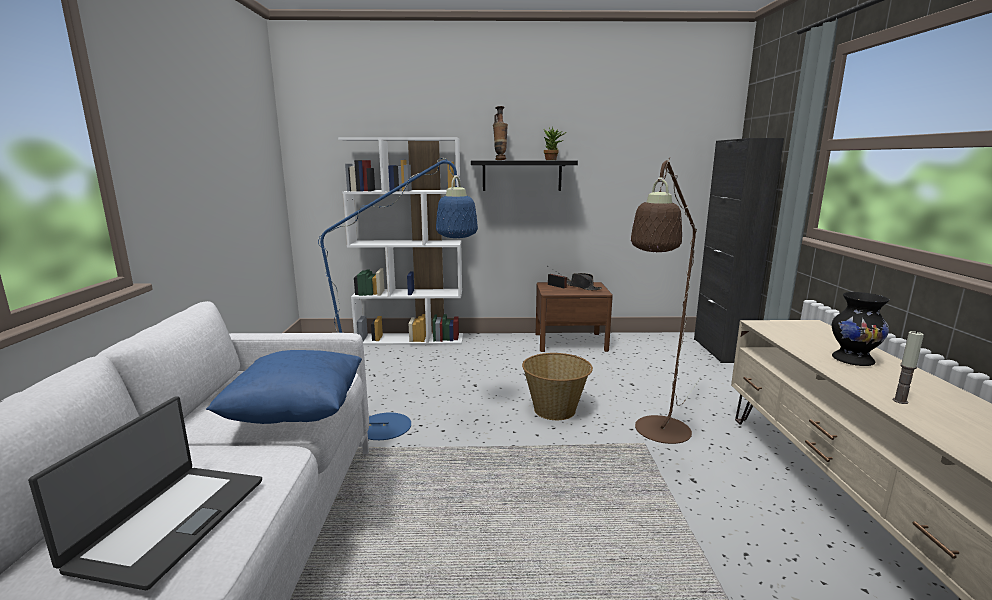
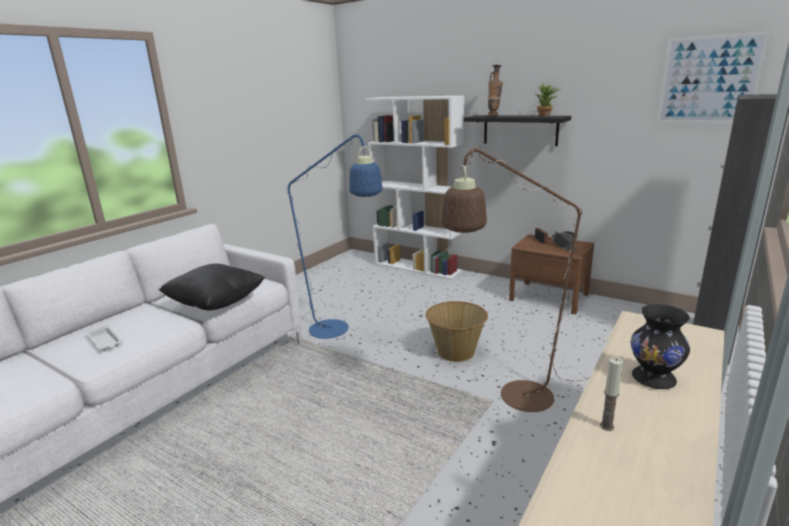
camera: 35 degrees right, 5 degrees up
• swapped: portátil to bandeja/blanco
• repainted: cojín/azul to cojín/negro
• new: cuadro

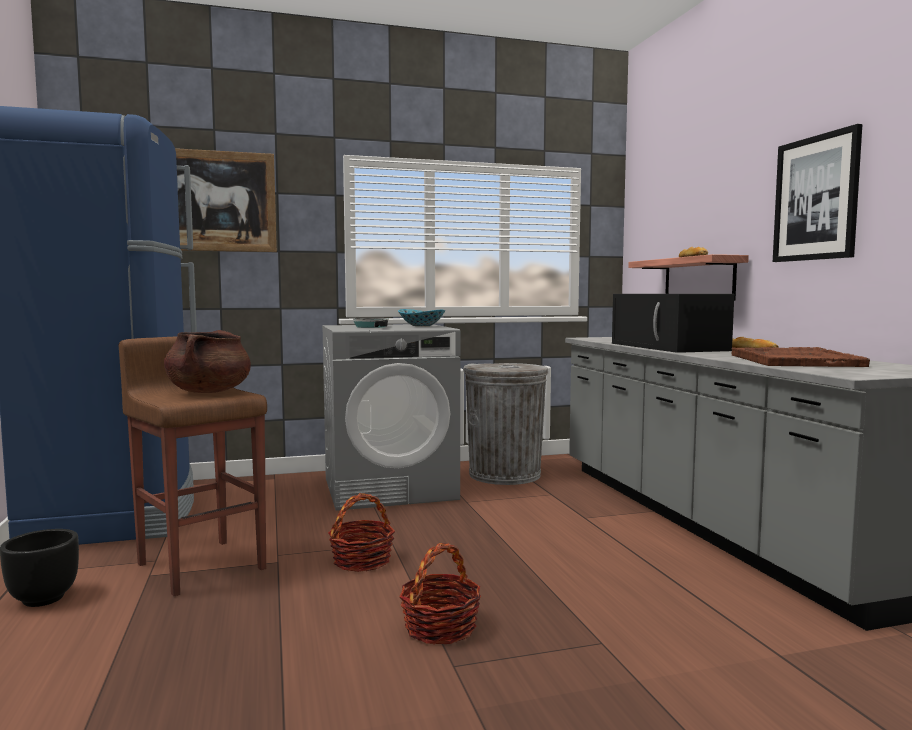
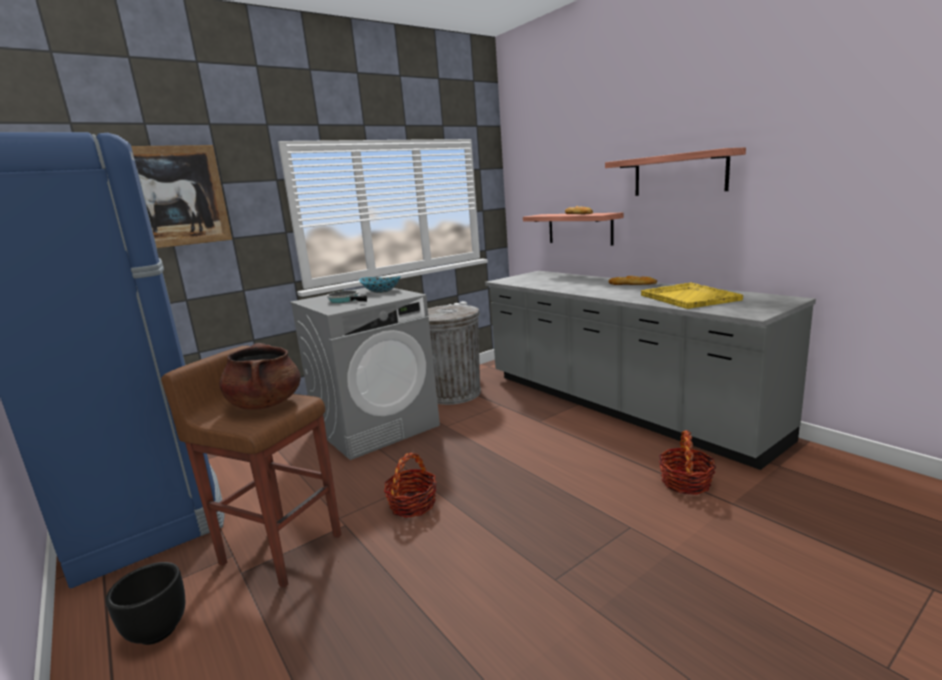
camera: 20 degrees left, 10 degrees up
• shifted: cesta (no. 2 from left)
• gone: microondas/negro
• repainted: bandeja/marrón to bandeja/amarillo
• swapped: cuadro (no. 2 from left) to estante (no. 2 from left)

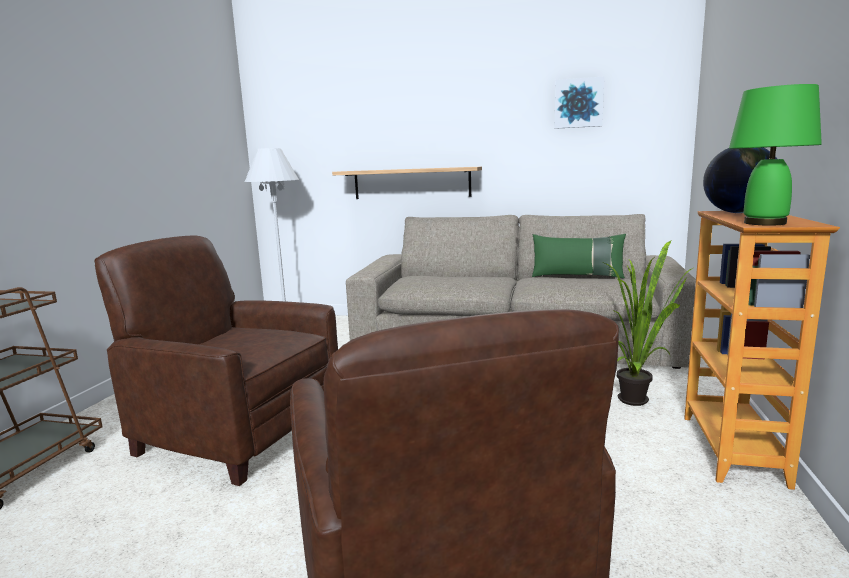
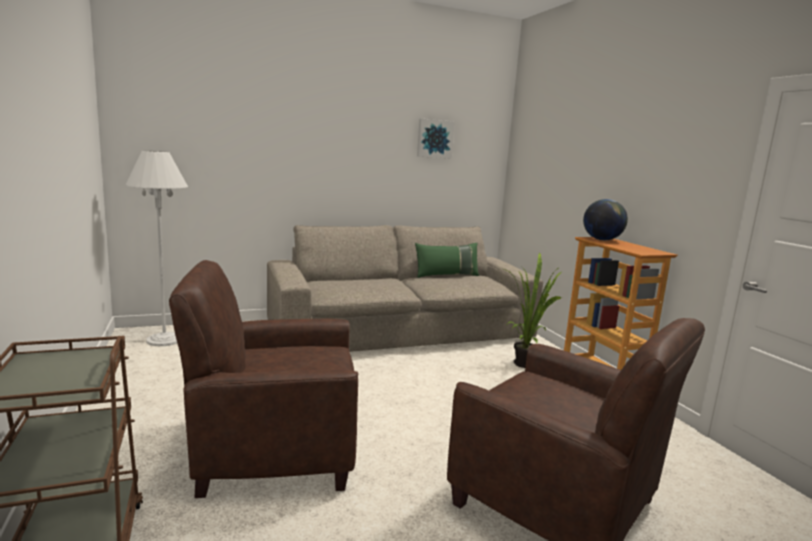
camera: 35 degrees left, 0 degrees up
• gone: estante
• gone: lámpara de mesa/verde

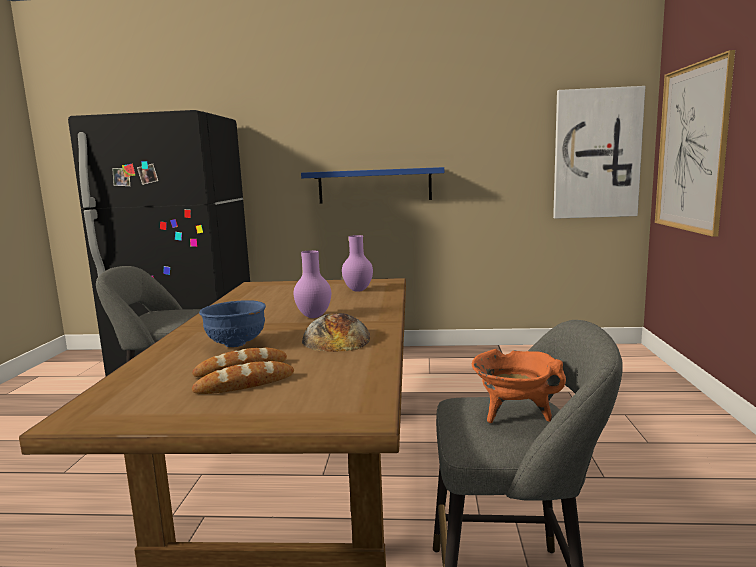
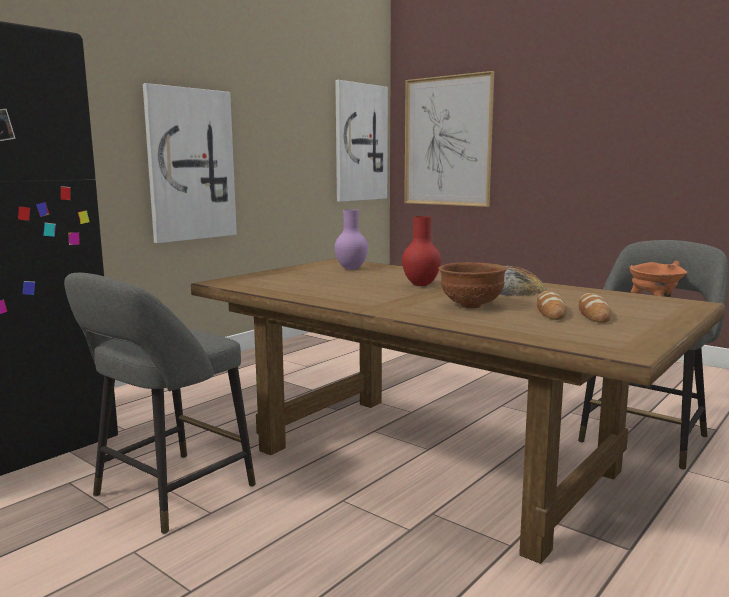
camera: 55 degrees left, 0 degrees up
• repainted: cuenco/azul to cuenco/marrón
• repainted: florero/morado (no. 1 from left) to florero/rojo
• swapped: estante/azul to cuadro (no. 1 from left)

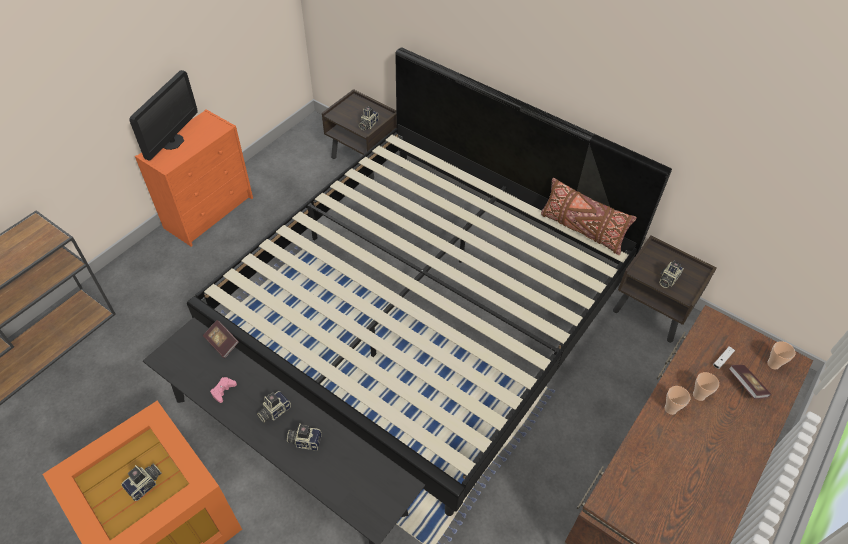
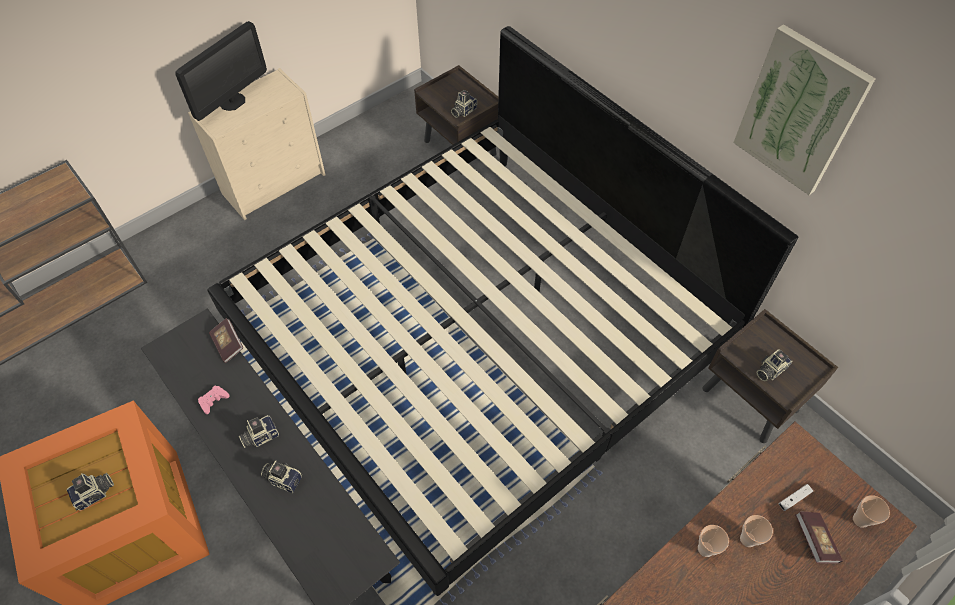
camera: 15 degrees right, 5 degrees up
• repainted: cómoda/naranja to cómoda/beis
• gone: cojín/marrón
• new: cuadro

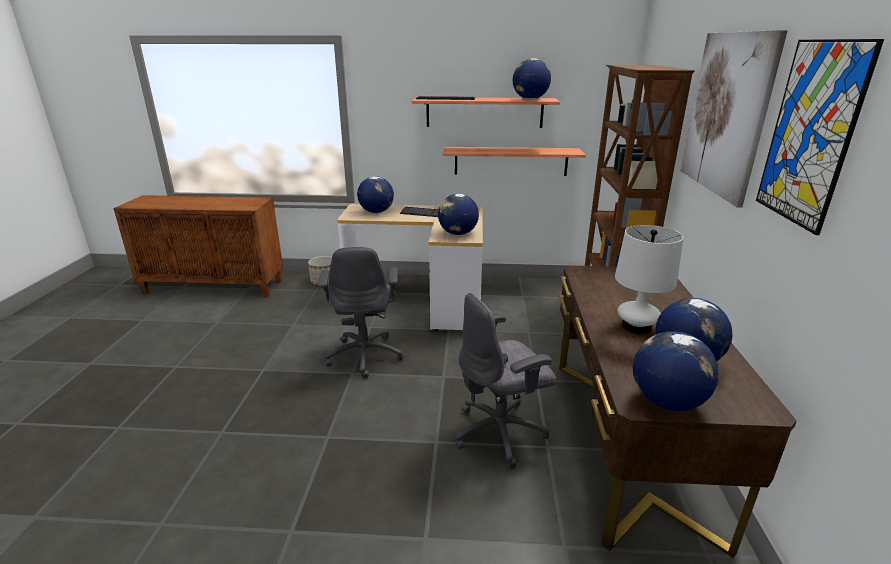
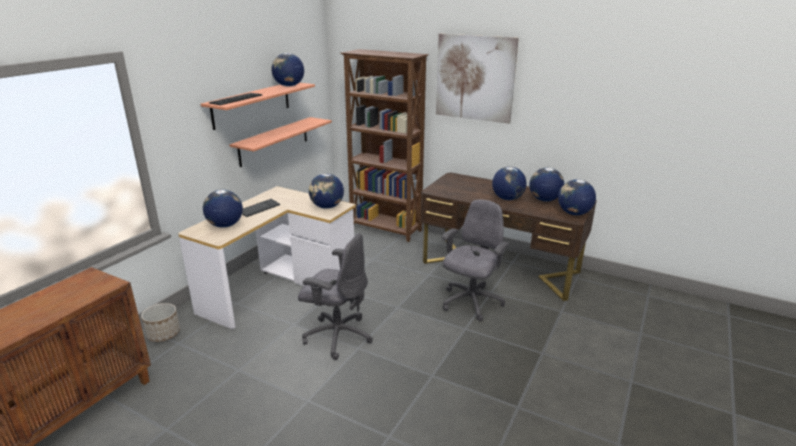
camera: 65 degrees left, 0 degrees up
• rotated: silla de oficina/gris (no. 2 from left) 150 degrees counterclockwise
• swapped: lámpara de mesa/blanco to globo terráqueo (no. 4 from left)
• gone: cuadro (no. 2 from left)

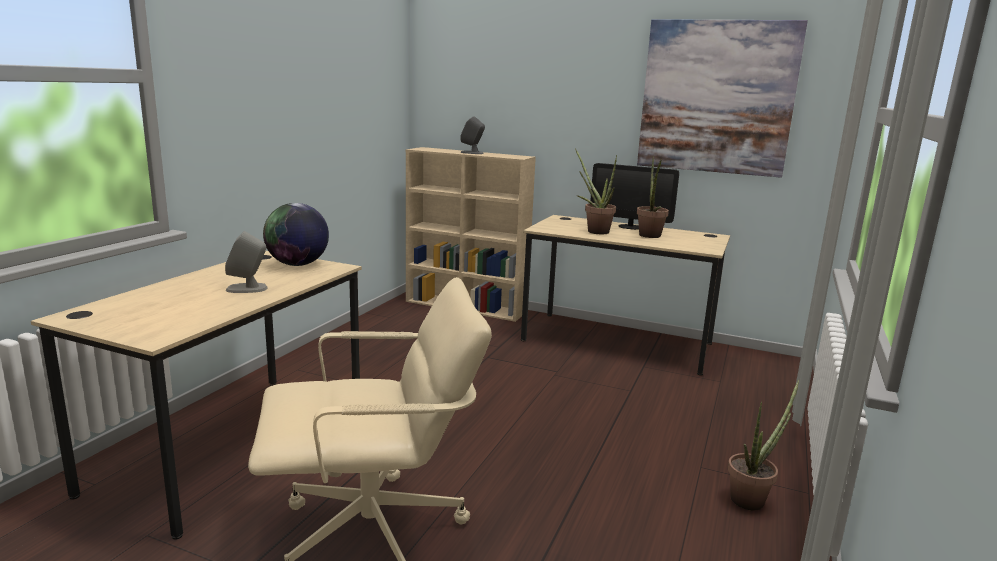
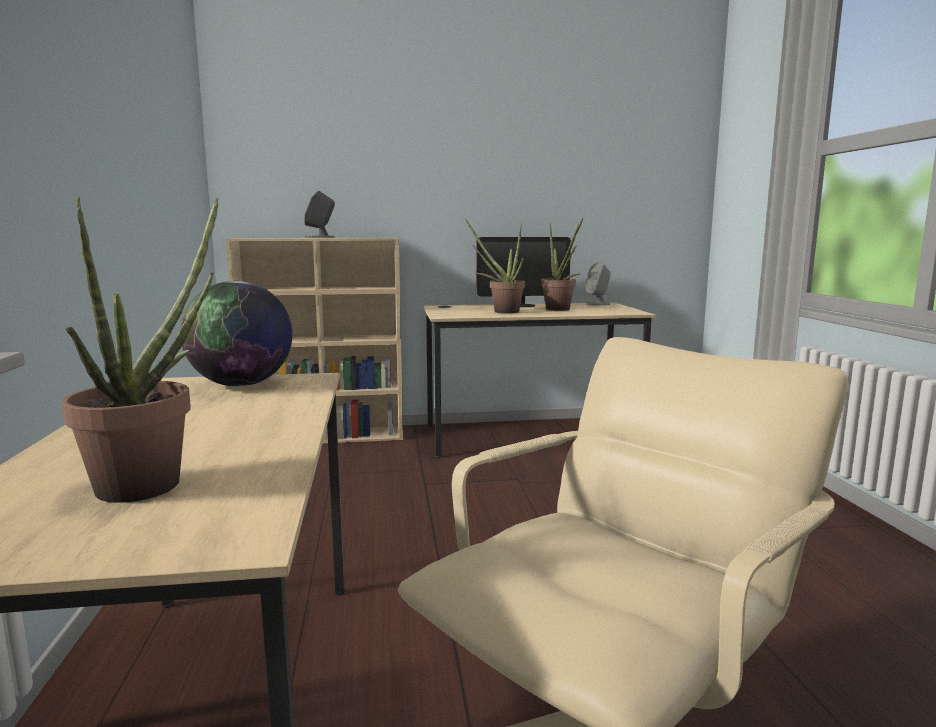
camera: 30 degrees left, 5 degrees down
• shifted: altavoz/gris (no. 1 from left in the first image) to altavoz/gris (no. 2 from left)
• gone: cuadro
• shifted: planta en maceta (no. 3 from left in the first image) to planta en maceta (no. 1 from left)

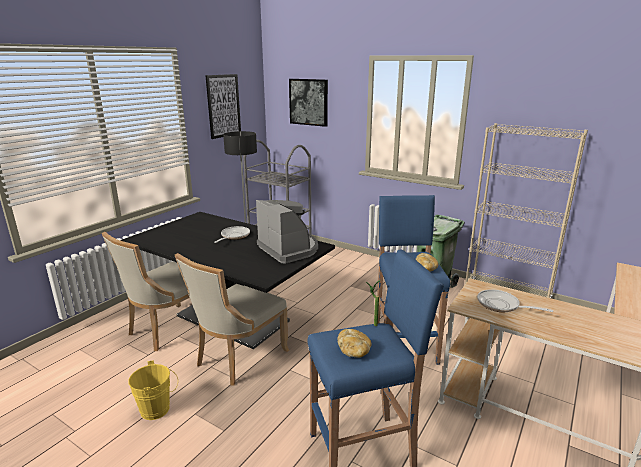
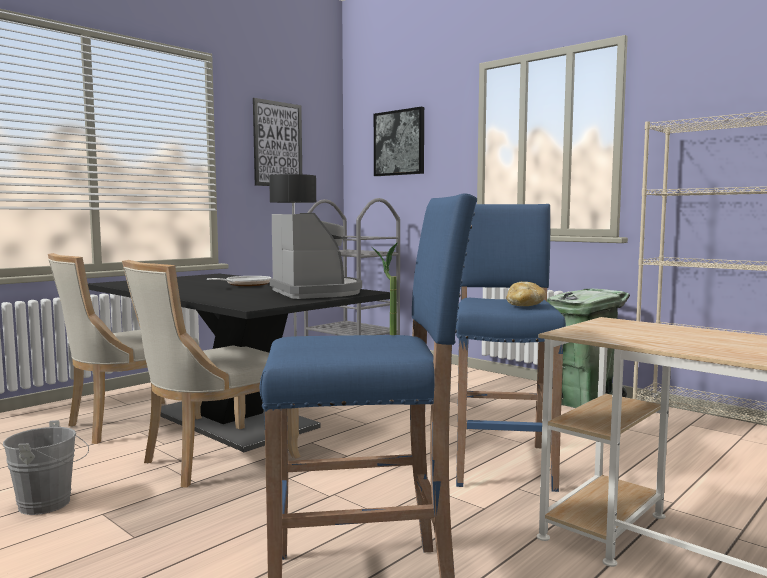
camera: 10 degrees right, 15 degrees down
• repainted: cubo/amarillo to cubo/gris
• gone: pan (no. 1 from left)
• gone: sartén (no. 2 from left)

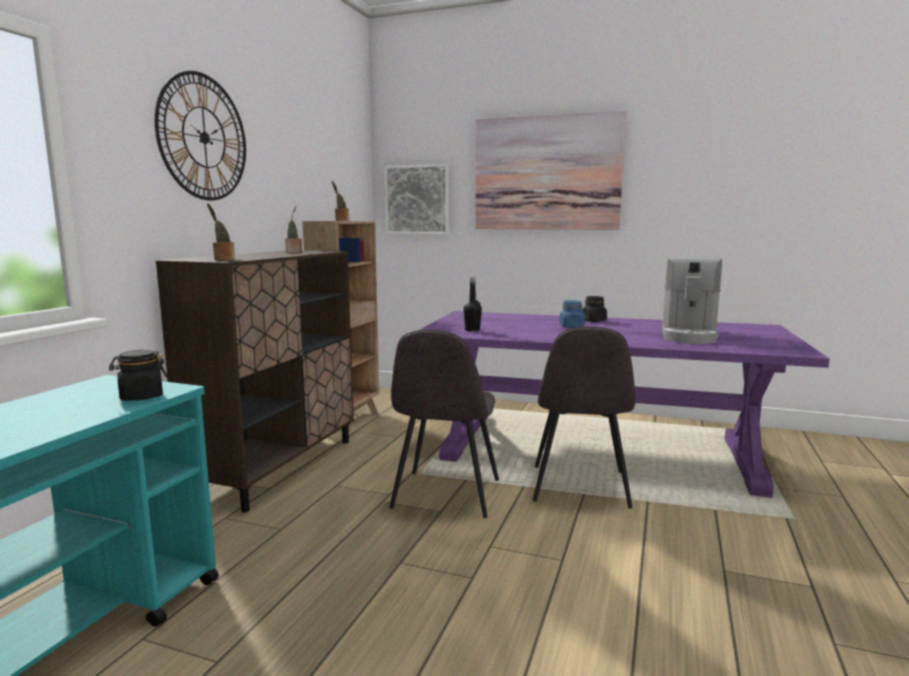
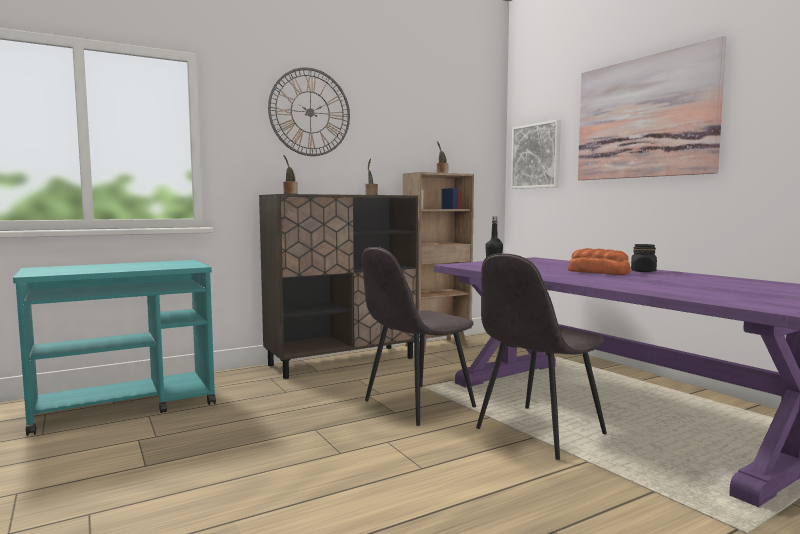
camera: 40 degrees right, 5 degrees down
• gone: tarro/negro (no. 1 from left)
• swapped: tarro/azul to pan
• gone: cafetera

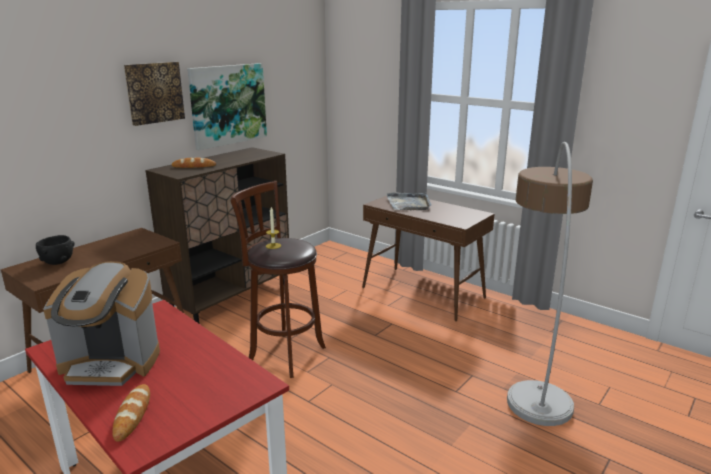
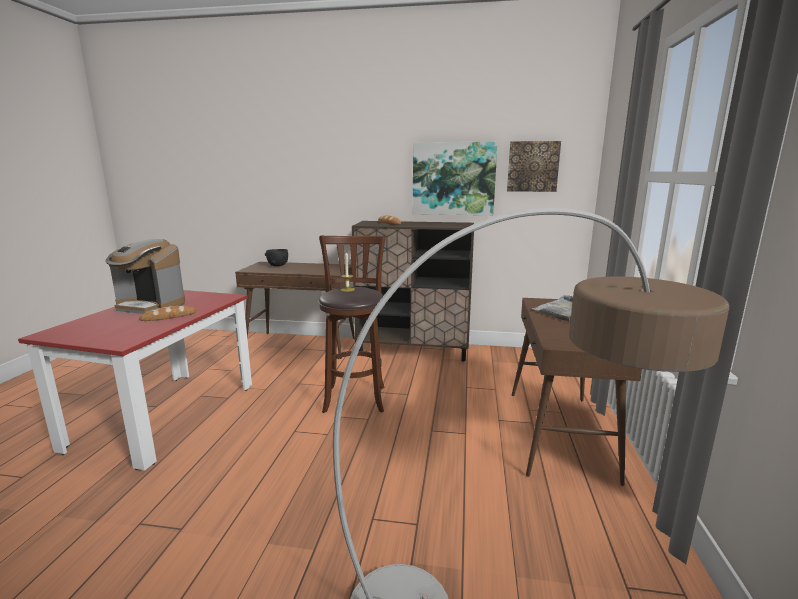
camera: 60 degrees right, 5 degrees down
• rotated: cafetera 45 degrees counterclockwise
• shifted: pan (no. 1 from left)
• shifted: cuadro (no. 1 from left in the first image) to cuadro (no. 2 from left)

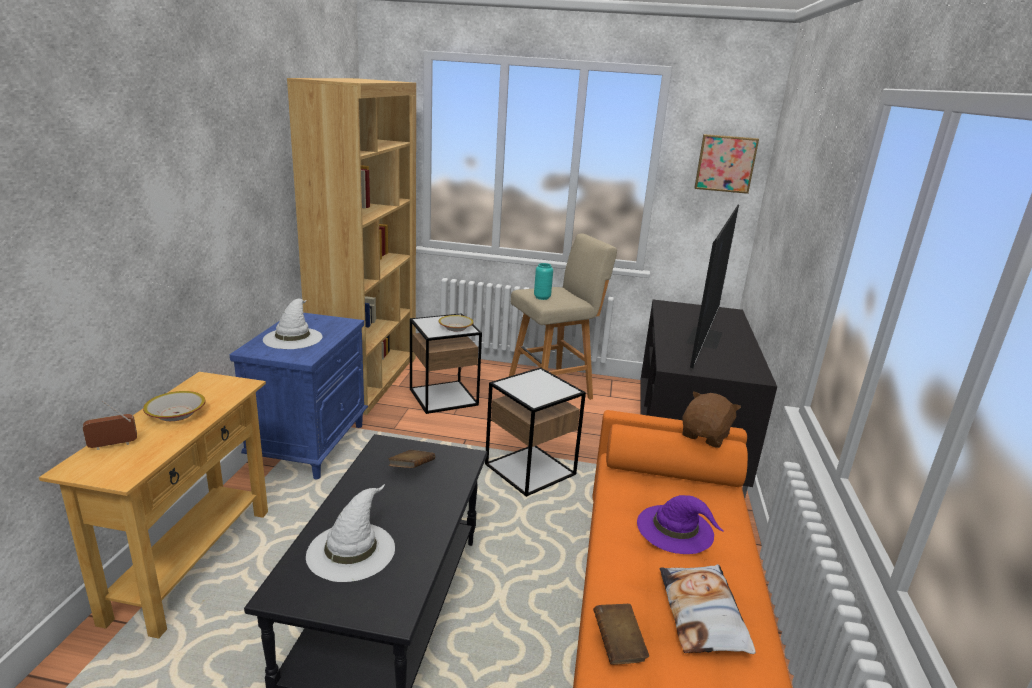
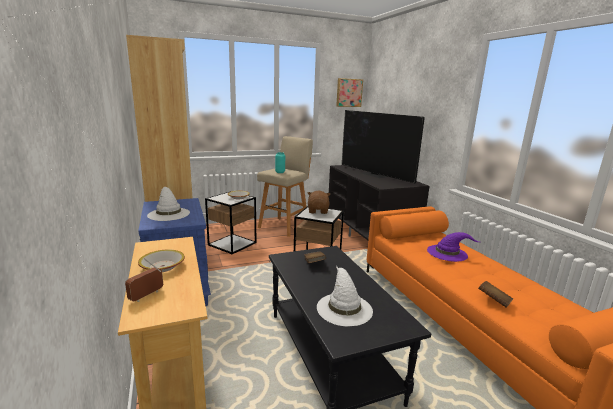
camera: 30 degrees left, 5 degrees down
• gone: cojín
• shifted: peluche/marrón
• rotated: televisor 150 degrees clockwise

